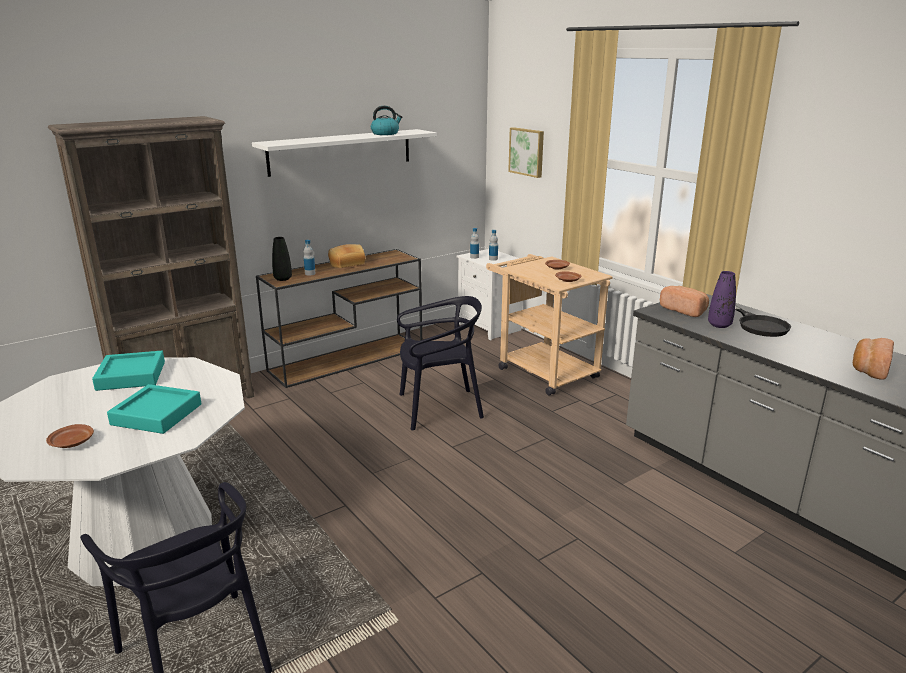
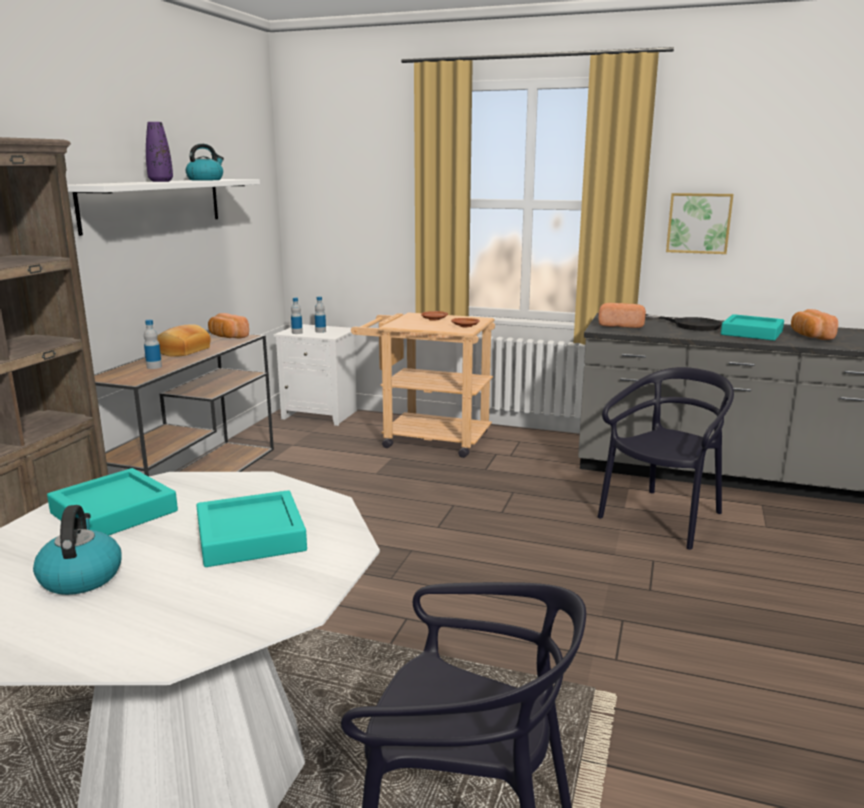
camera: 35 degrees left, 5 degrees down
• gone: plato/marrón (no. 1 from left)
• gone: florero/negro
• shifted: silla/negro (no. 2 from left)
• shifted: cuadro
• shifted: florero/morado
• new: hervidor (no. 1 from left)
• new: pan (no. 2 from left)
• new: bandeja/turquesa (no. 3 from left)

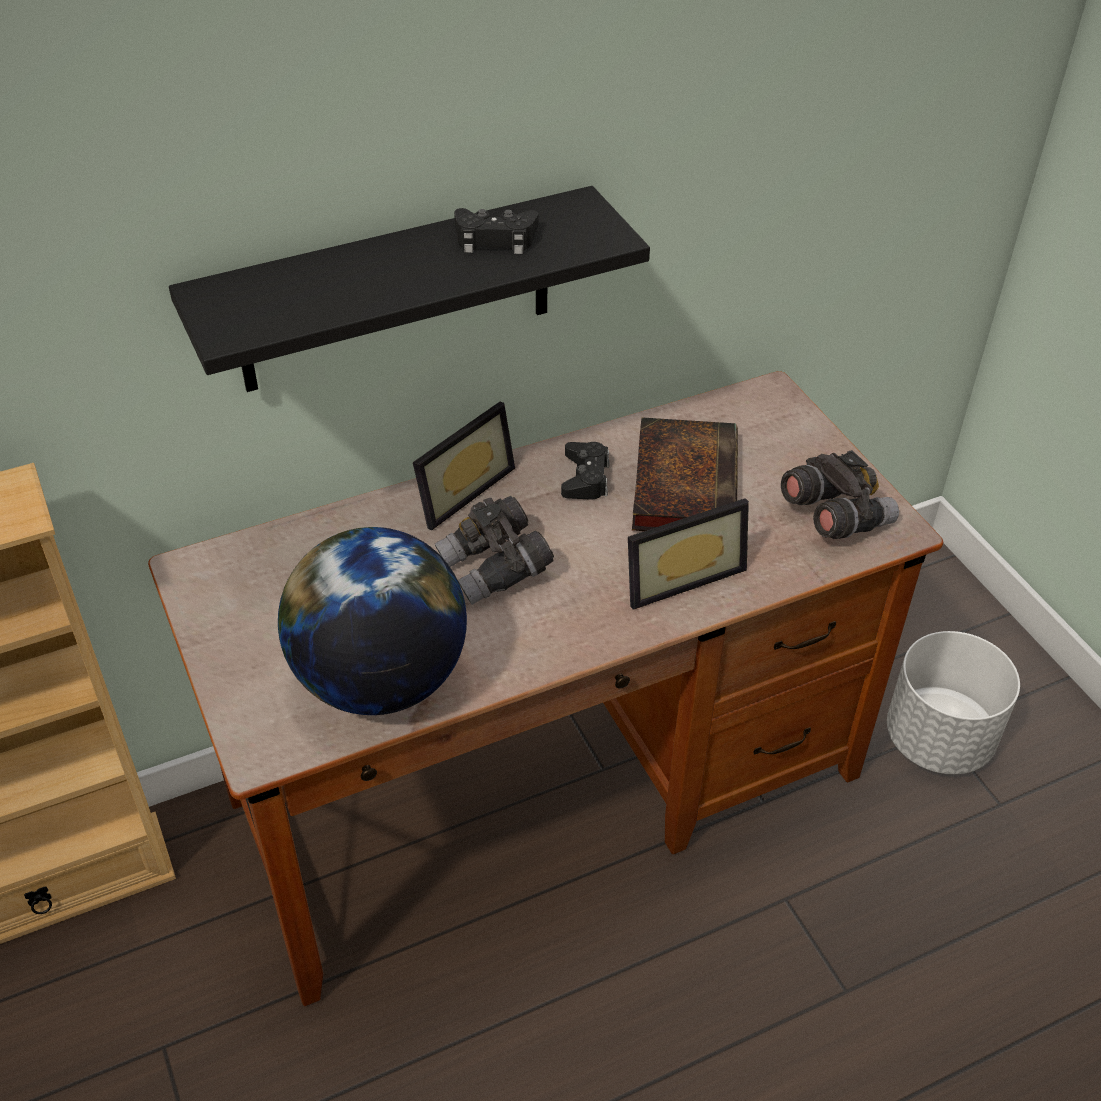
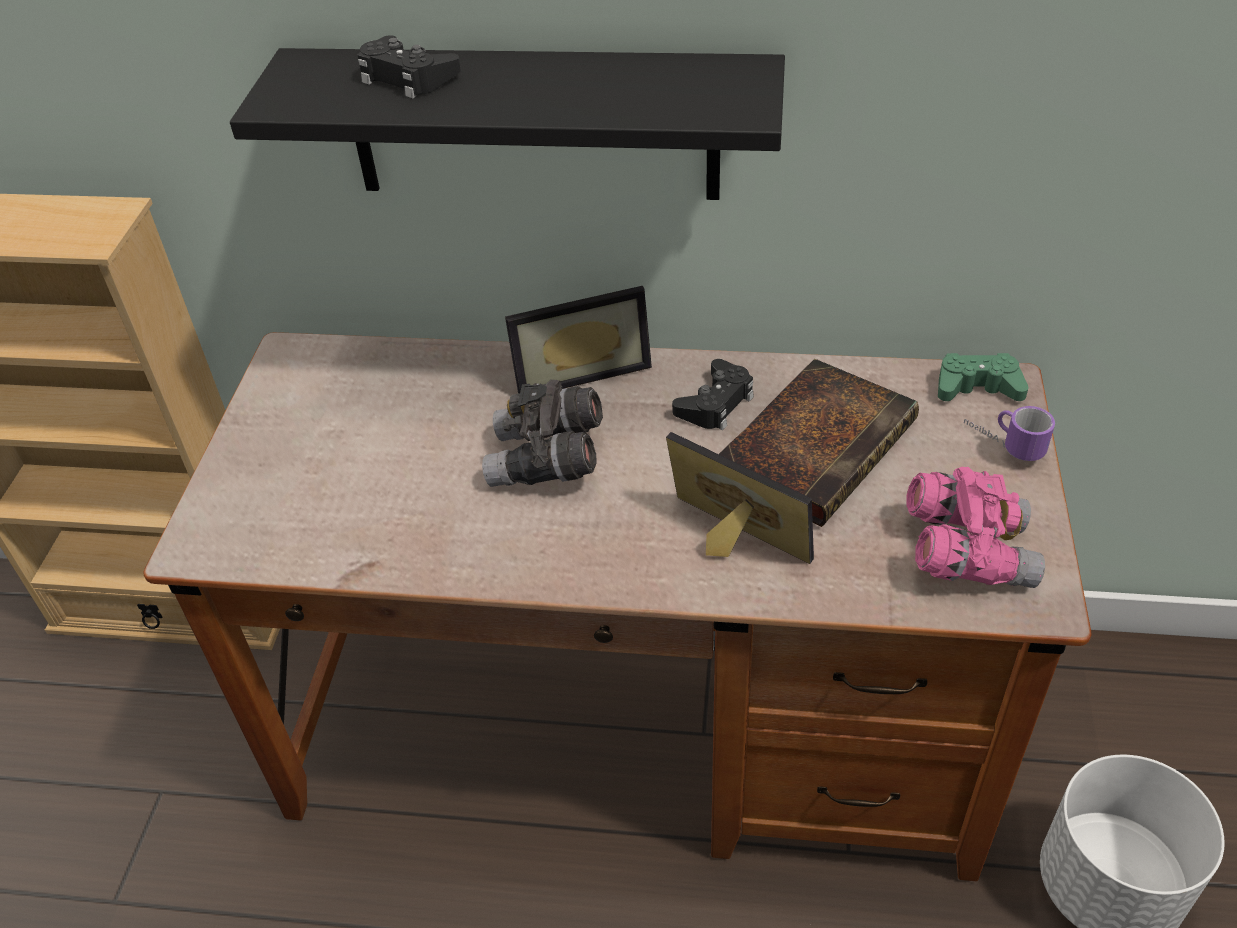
camera: 35 degrees right, 0 degrees up
• gone: globo terráqueo
• shifted: mando de consola/negro (no. 1 from left)
• rotated: portarretratos (no. 2 from left) 150 degrees counterclockwise
• repainted: prismáticos/gris (no. 2 from left) to prismáticos/rosa
• new: mando de consola/verde
• new: taza grande

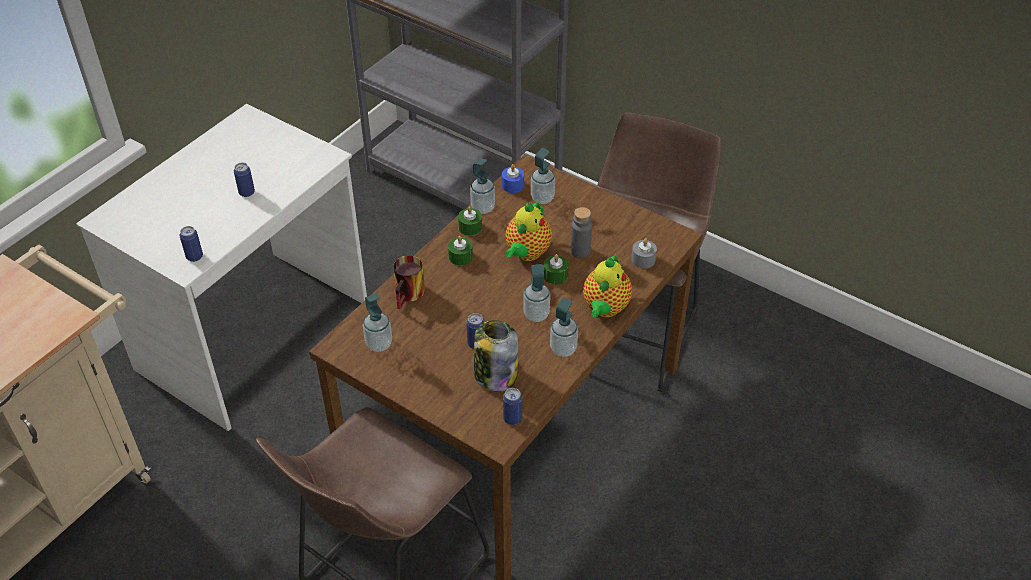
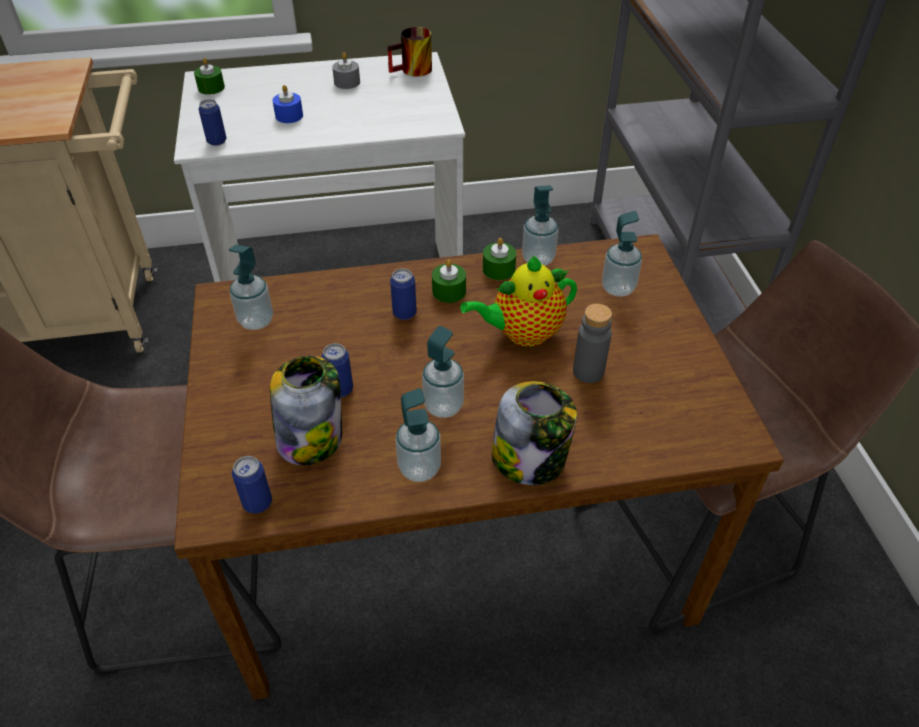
camera: 45 degrees right, 0 degrees up
• shifted: lata (no. 2 from left in the first image) to lata (no. 4 from left)
• shifted: taza grande
• shifted: vela/azul
• shifted: vela/verde (no. 3 from left in the first image) to vela/verde (no. 1 from left)
• swapped: tetera (no. 2 from left) to tarro (no. 2 from left)
• shifted: vela/gris

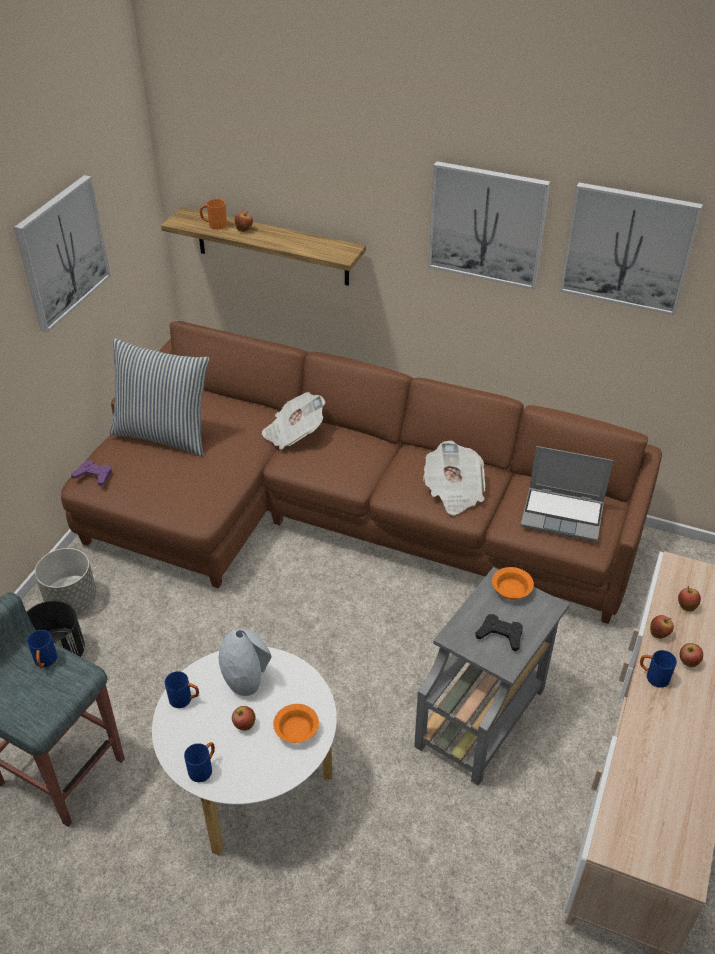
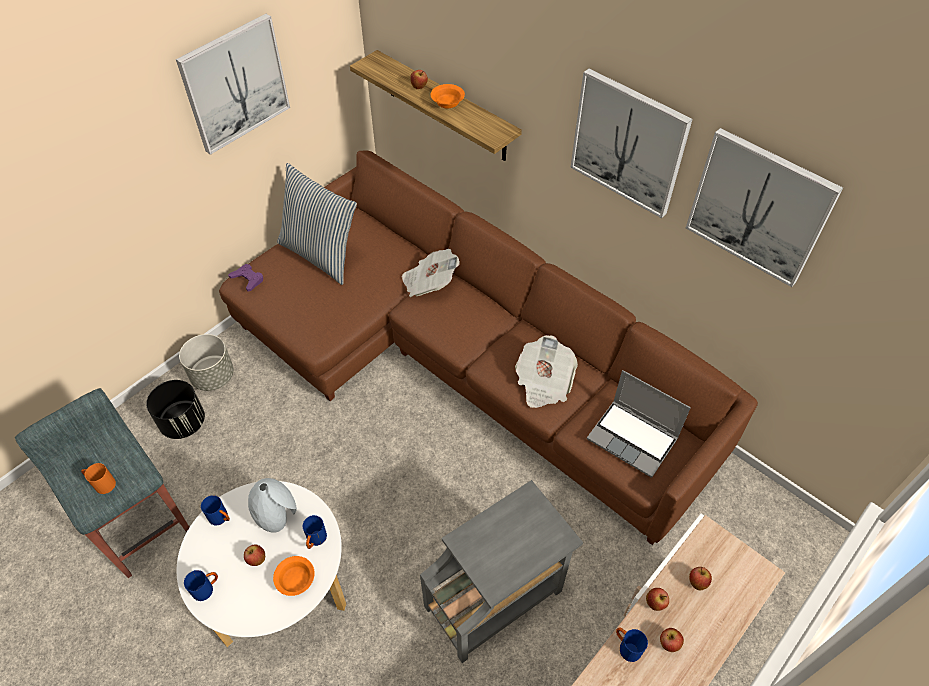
camera: 20 degrees right, 10 degrees up
• shifted: taza grande/azul (no. 1 from left in the first image) to taza grande/azul (no. 3 from left)
• shifted: taza grande/naranja
• gone: mando de consola/negro
• shifted: cuenco/naranja (no. 2 from left)

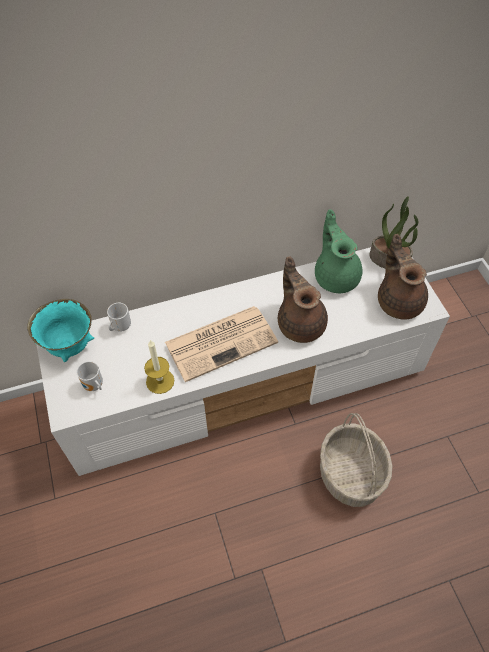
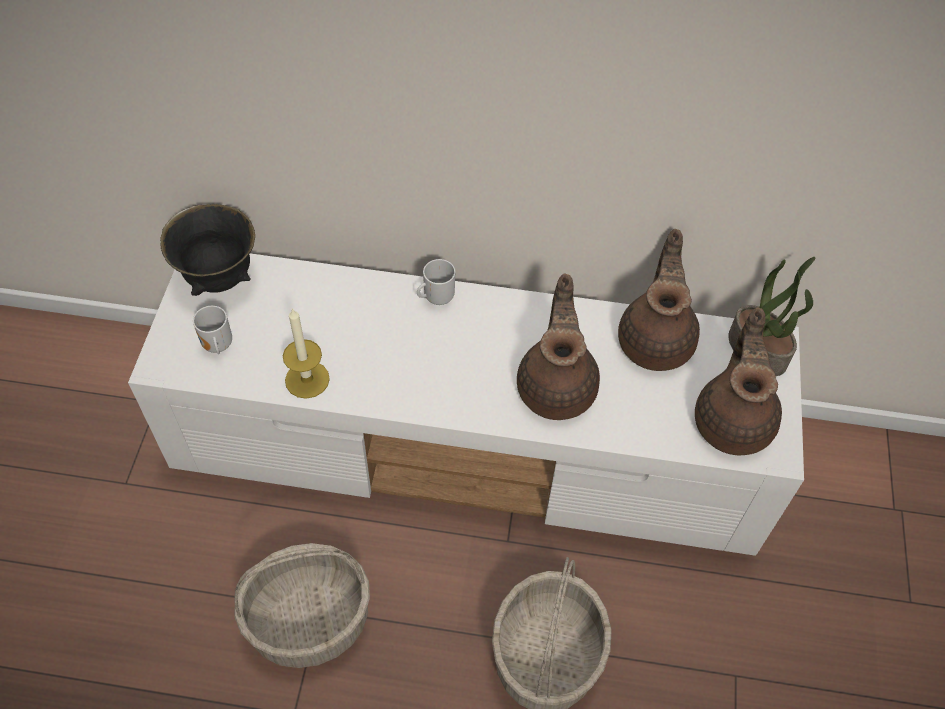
camera: 25 degrees right, 0 degrees up
• repainted: cuenco/turquesa to cuenco/negro
• shifted: taza grande (no. 2 from left)
• gone: periódico
• repainted: tetera/verde to tetera/marrón (no. 2 from left)
• new: cesta (no. 1 from left)

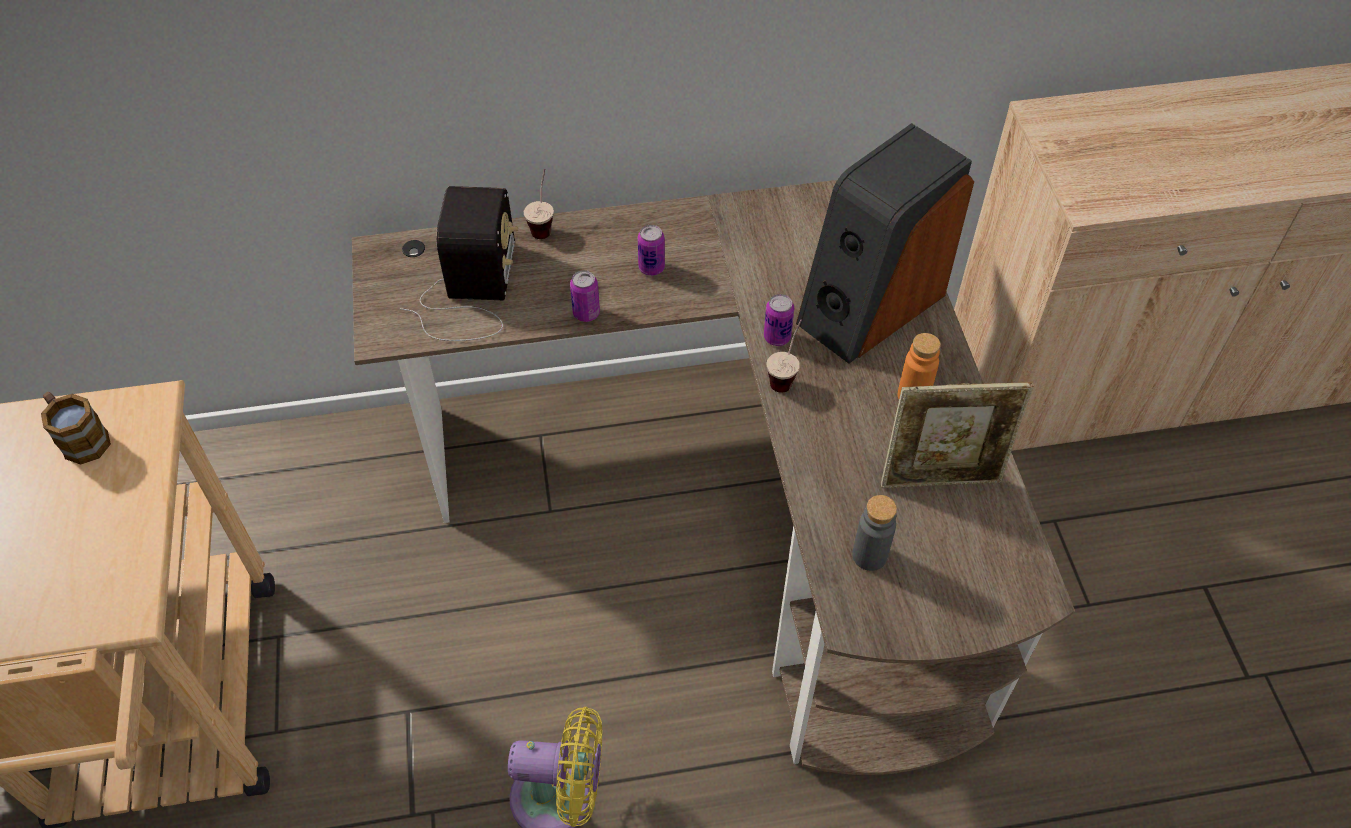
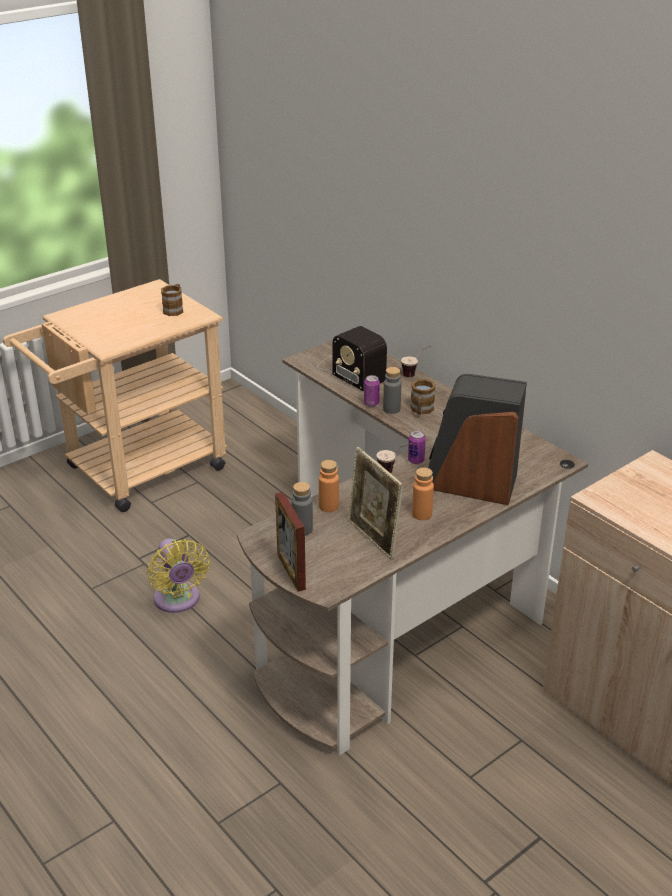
camera: 60 degrees right, 20 degrees down
• rotated: radio 75 degrees clockwise
• swapped: lata (no. 2 from left) to taza grande (no. 2 from left)
• new: portarretratos (no. 1 from left)
• new: botella/naranja (no. 1 from left)
• new: botella/gris (no. 2 from left)

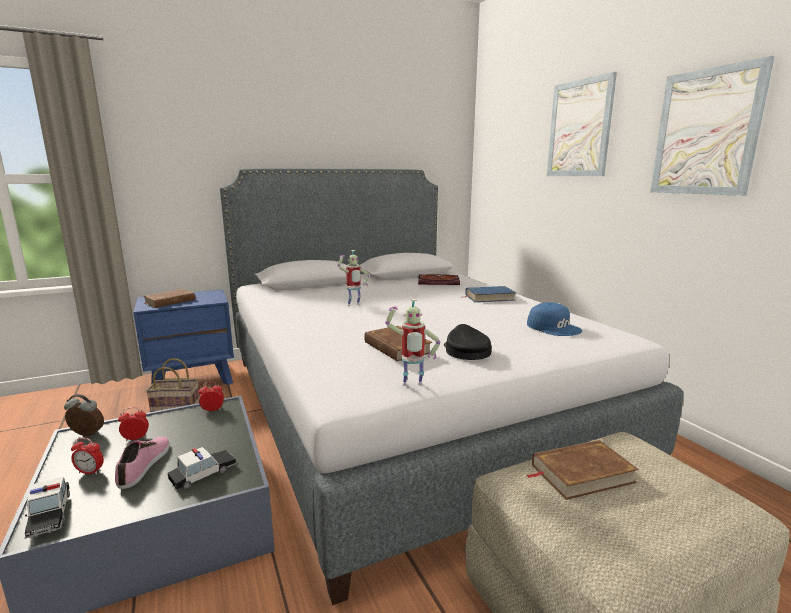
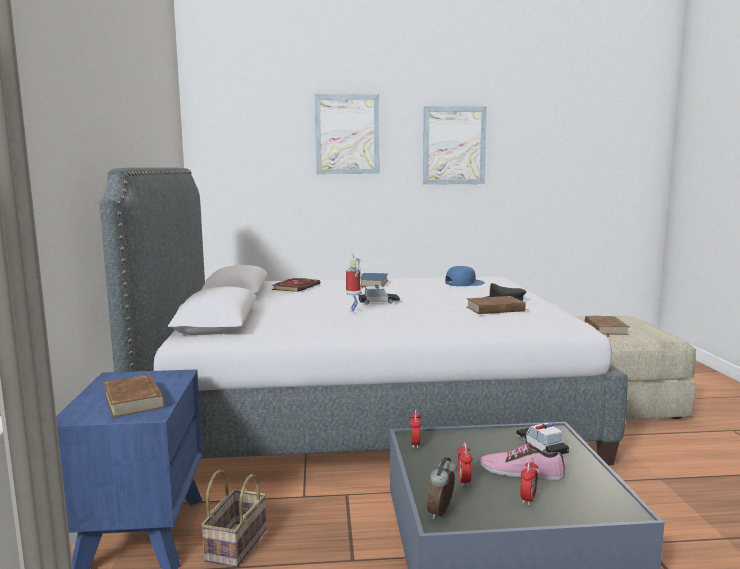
camera: 70 degrees left, 5 degrees down
• shifted: coche de juguete (no. 1 from left)
• gone: robot de juguete (no. 2 from left)

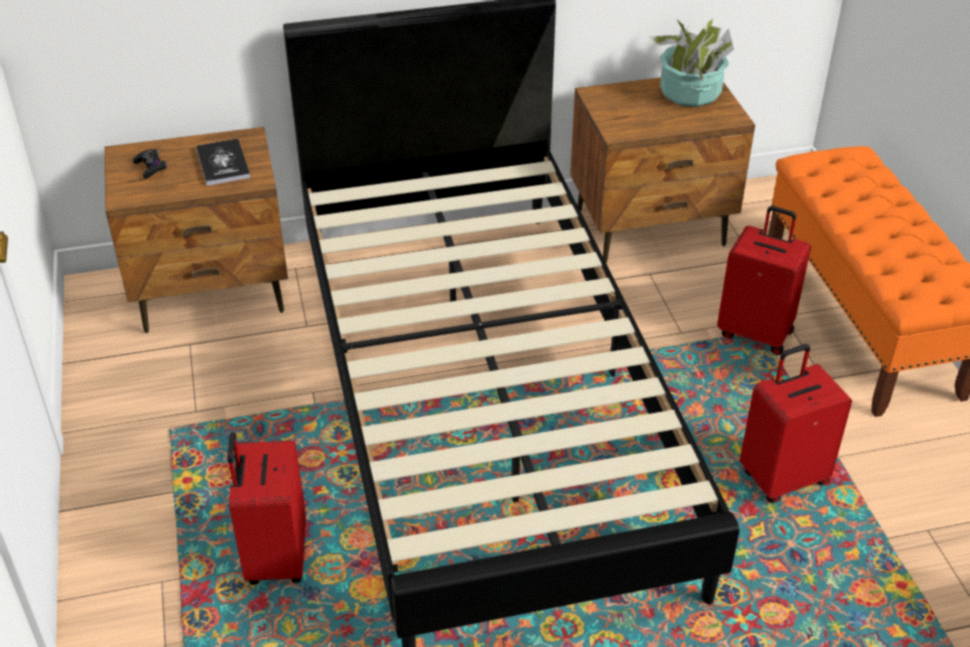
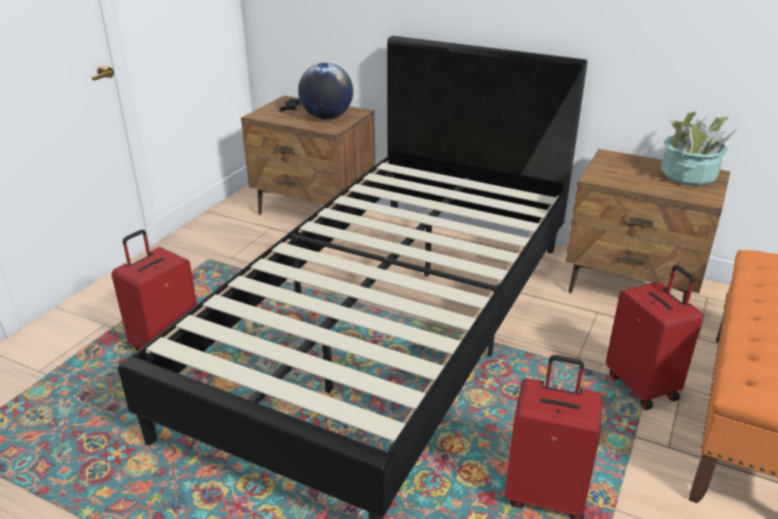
camera: 40 degrees right, 10 degrees down
• swapped: libro to globo terráqueo

